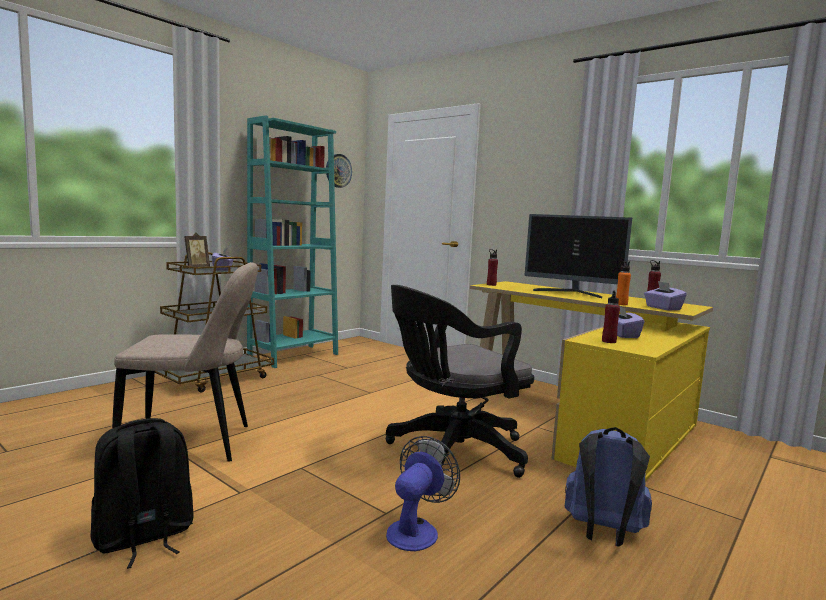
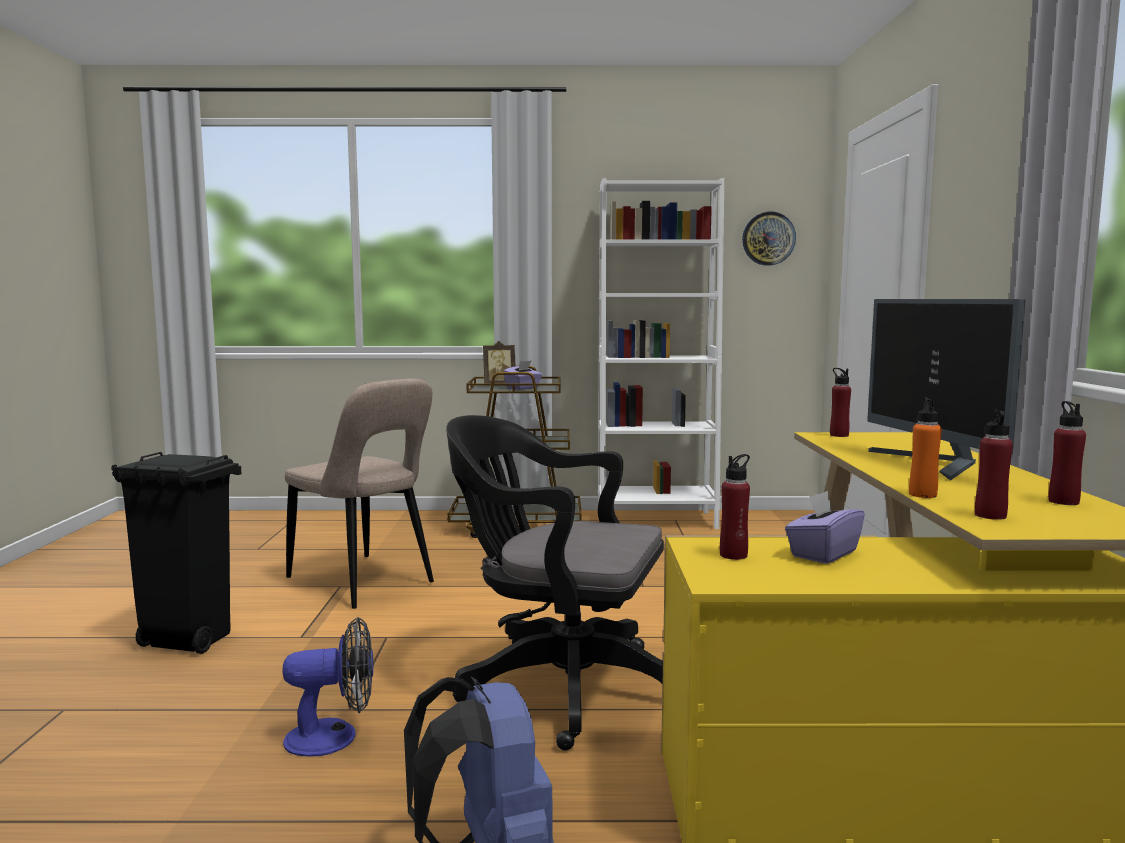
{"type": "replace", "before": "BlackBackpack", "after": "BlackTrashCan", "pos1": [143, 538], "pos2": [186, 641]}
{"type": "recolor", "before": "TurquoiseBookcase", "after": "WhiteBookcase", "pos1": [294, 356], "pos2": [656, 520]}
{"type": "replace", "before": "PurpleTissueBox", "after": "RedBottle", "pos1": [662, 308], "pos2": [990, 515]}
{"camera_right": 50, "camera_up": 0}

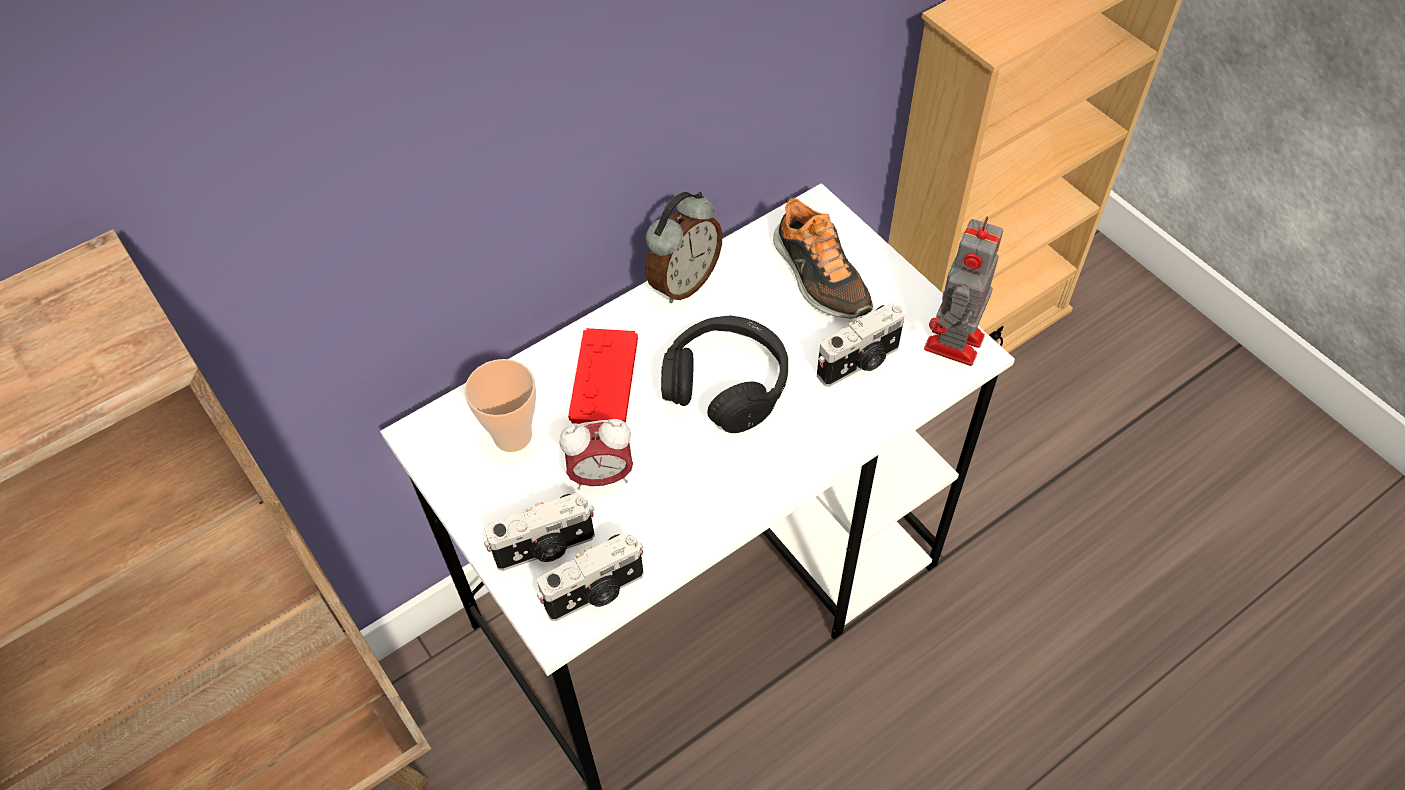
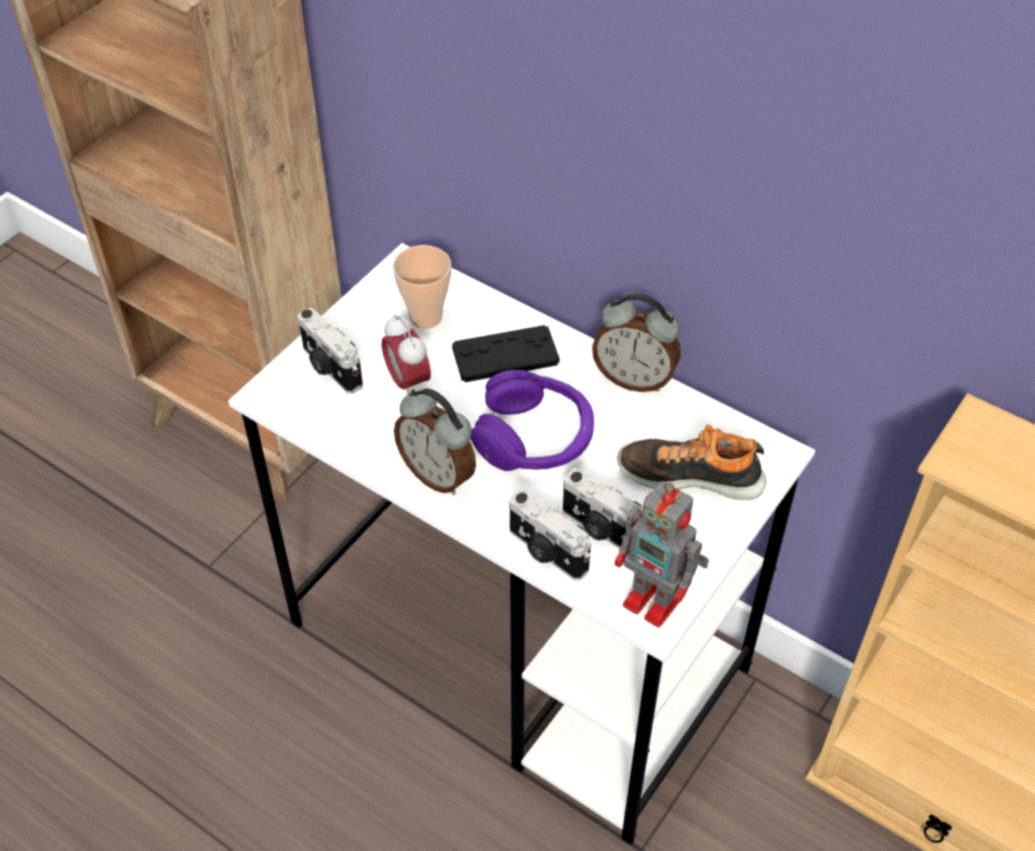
{"type": "insert", "after": "AlarmClock", "pos2": [438, 474]}
{"type": "recolor", "before": "RedGameController", "after": "BlackGameController", "pos1": [604, 378], "pos2": [505, 355]}
{"type": "recolor", "before": "BlackHeadphones", "after": "PurpleHeadphones", "pos1": [726, 383], "pos2": [534, 437]}
{"type": "move", "before": "PhotoCamera", "pos1": [596, 593], "pos2": [546, 552]}
{"type": "rotate", "before": "ToyRobot", "pos1": [953, 345], "pos2": [657, 600], "turn": -150}
{"type": "rotate", "before": "Shoe", "pos1": [819, 277], "pos2": [690, 475], "turn": 60}
{"camera_right": 70, "camera_up": -5}

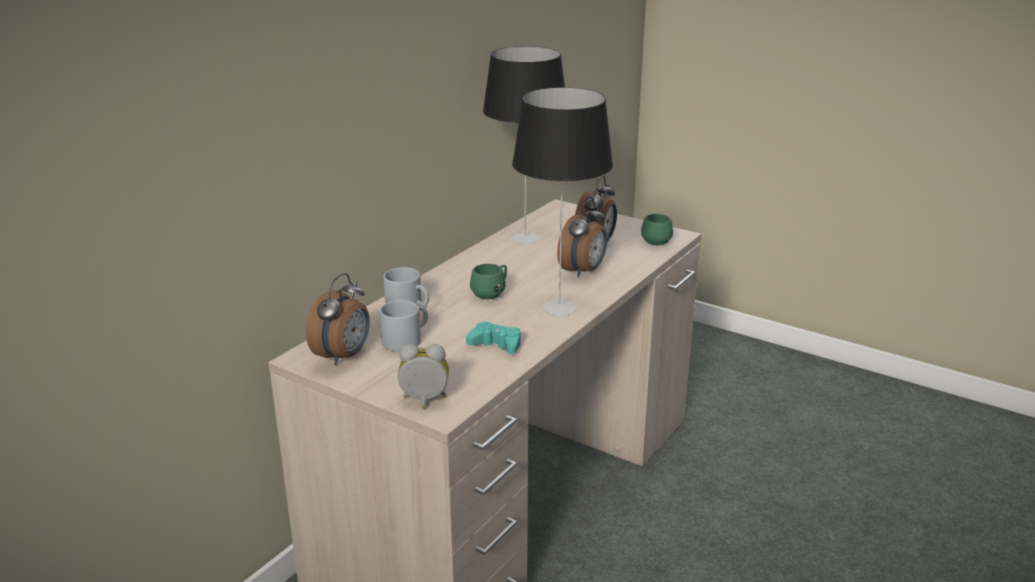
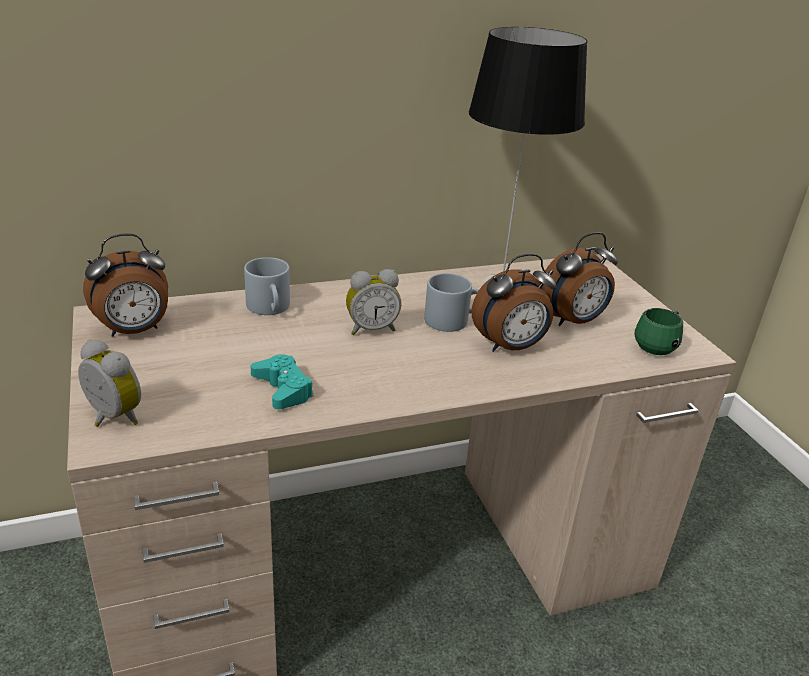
{"type": "replace", "before": "GreenMug", "after": "AlarmClock", "pos1": [492, 293], "pos2": [371, 329]}
{"type": "move", "before": "GreyMug", "pos1": [406, 339], "pos2": [453, 320]}
{"type": "delete", "before": "TableLamp", "pos1": [560, 308]}
{"camera_right": 35, "camera_up": 5}

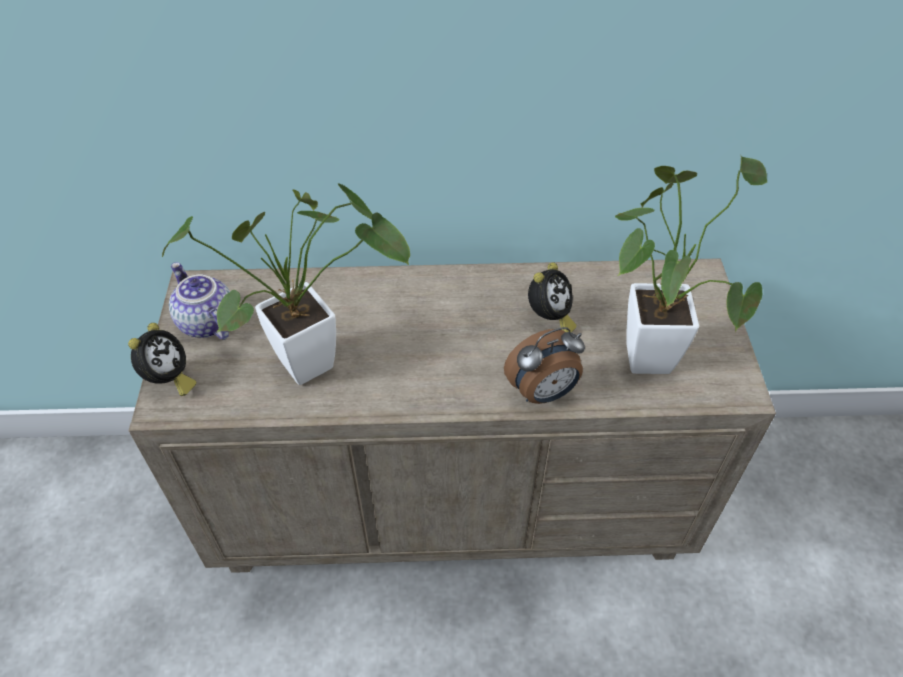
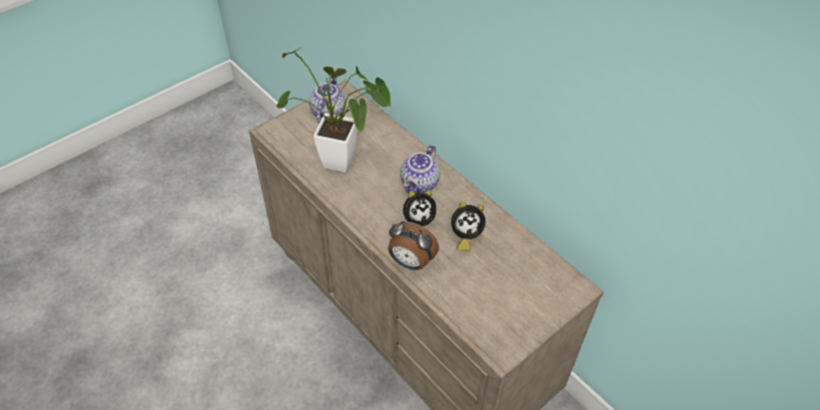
{"type": "insert", "after": "Teapot", "pos2": [420, 184]}
{"type": "move", "before": "AlarmClock", "pos1": [169, 380], "pos2": [418, 224]}
{"type": "delete", "before": "PottedPlant", "pos1": [647, 349]}
{"camera_right": 50, "camera_up": 0}

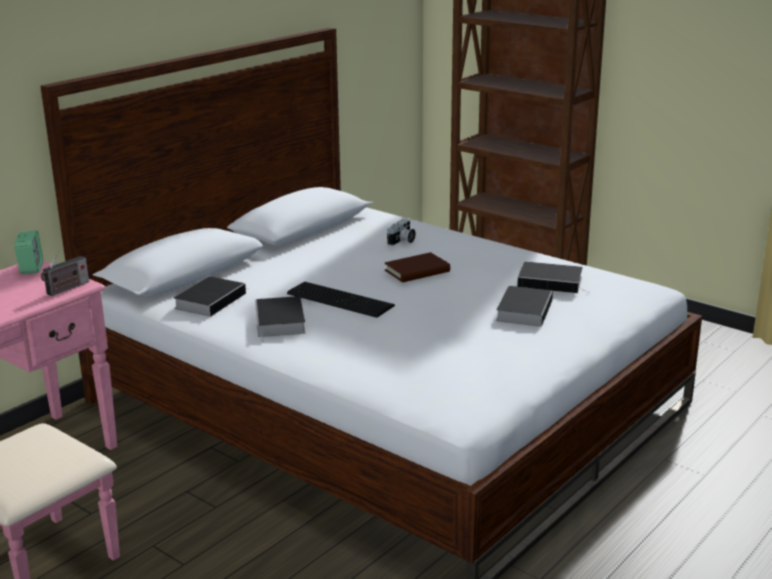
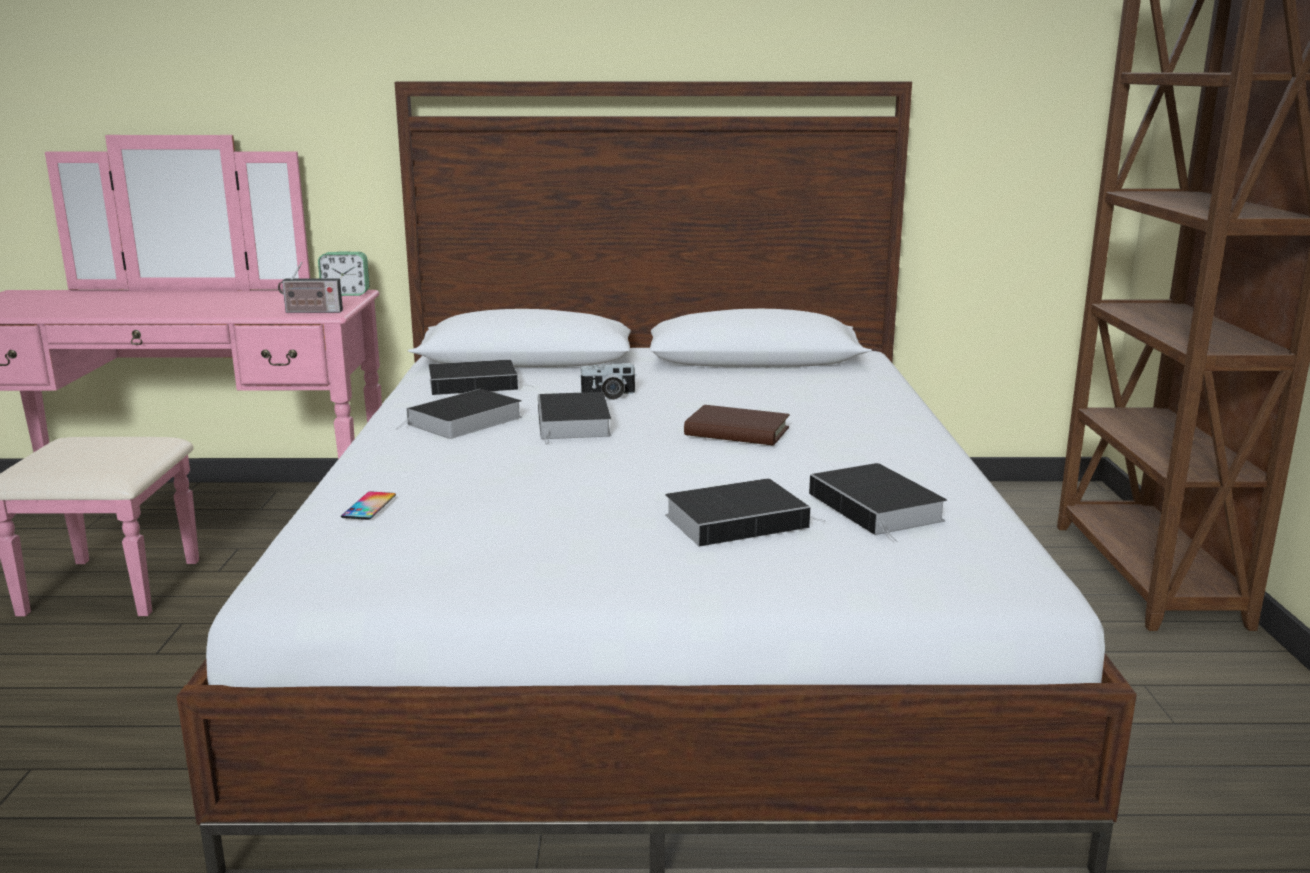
{"type": "rotate", "before": "AlarmClock", "pos1": [31, 268], "pos2": [345, 294], "turn": 45}
{"type": "insert", "after": "Phone", "pos2": [369, 506]}
{"type": "replace", "before": "Keyboard", "after": "Book", "pos1": [340, 298], "pos2": [574, 424]}
{"type": "move", "before": "PhotoCamera", "pos1": [402, 241], "pos2": [608, 395]}
{"camera_right": 50, "camera_up": -5}

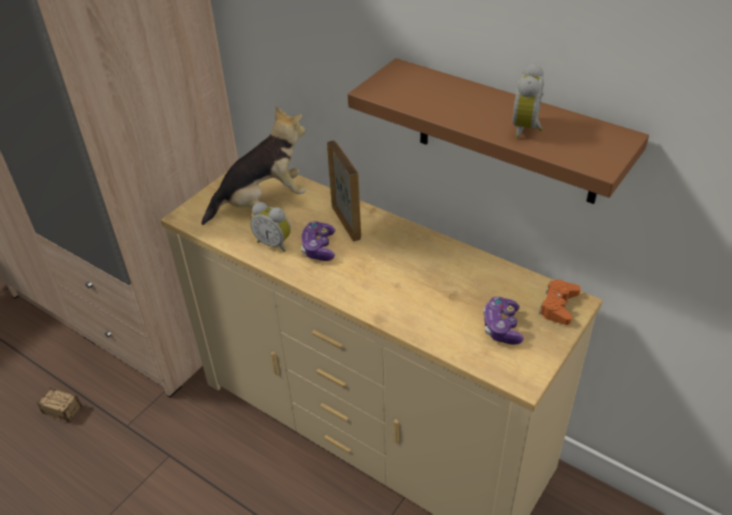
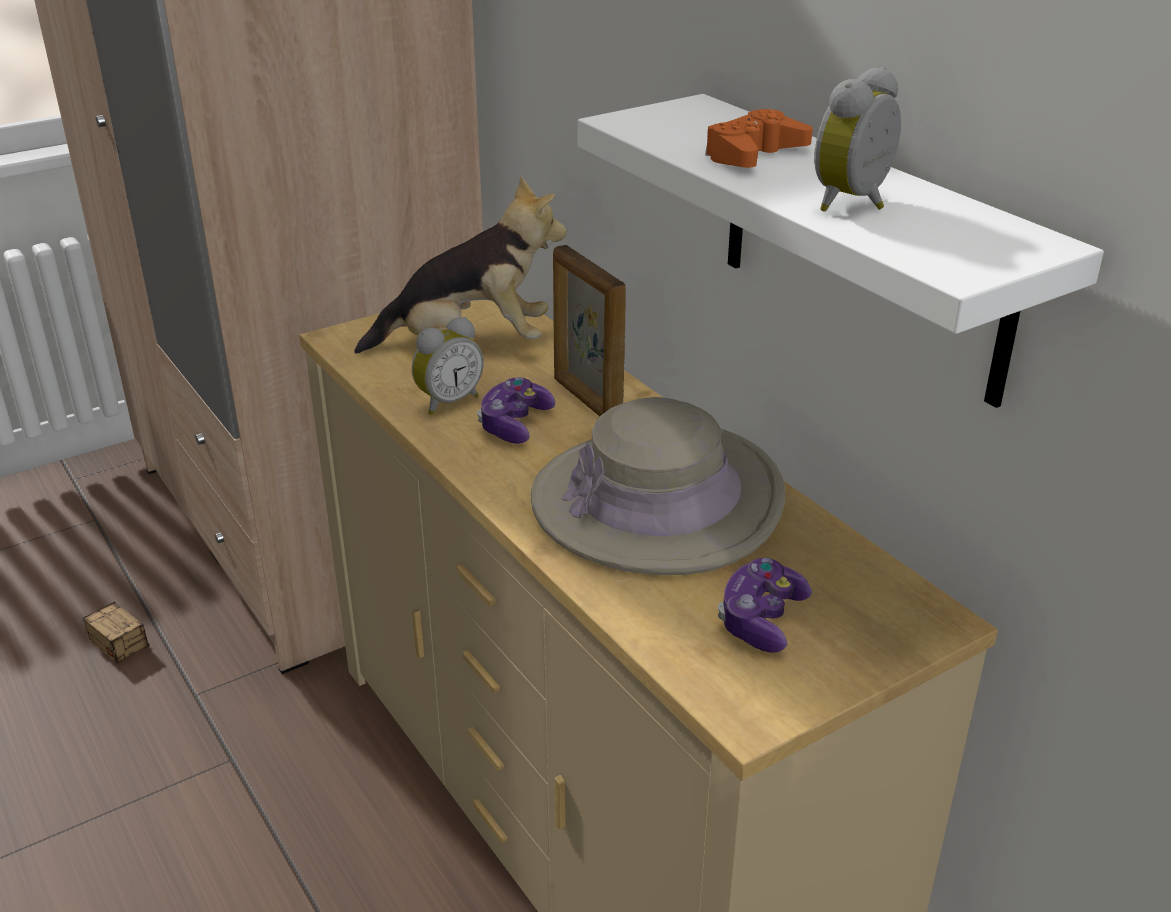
{"type": "rotate", "before": "AlarmClock", "pos1": [274, 243], "pos2": [447, 402], "turn": -90}
{"type": "insert", "after": "BeigeHat", "pos2": [657, 500]}
{"type": "rotate", "before": "PictureFrame", "pos1": [346, 222], "pos2": [586, 400], "turn": 150}
{"type": "recolor", "before": "BrownShelf", "after": "WhiteShelf", "pos1": [507, 133], "pos2": [862, 246]}
{"type": "move", "before": "OrangeGameController", "pos1": [558, 306], "pos2": [754, 154]}
{"camera_right": 20, "camera_up": -10}

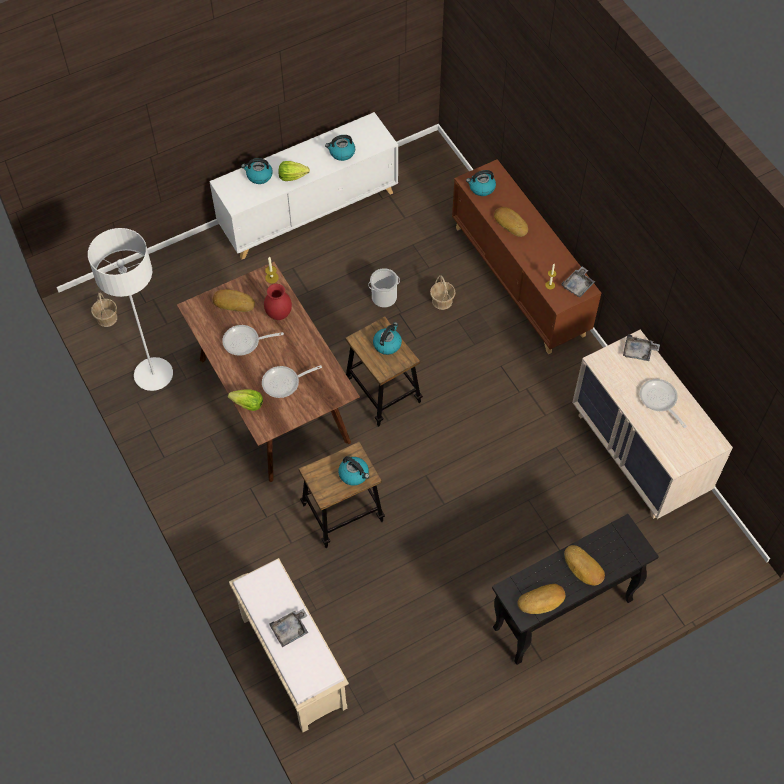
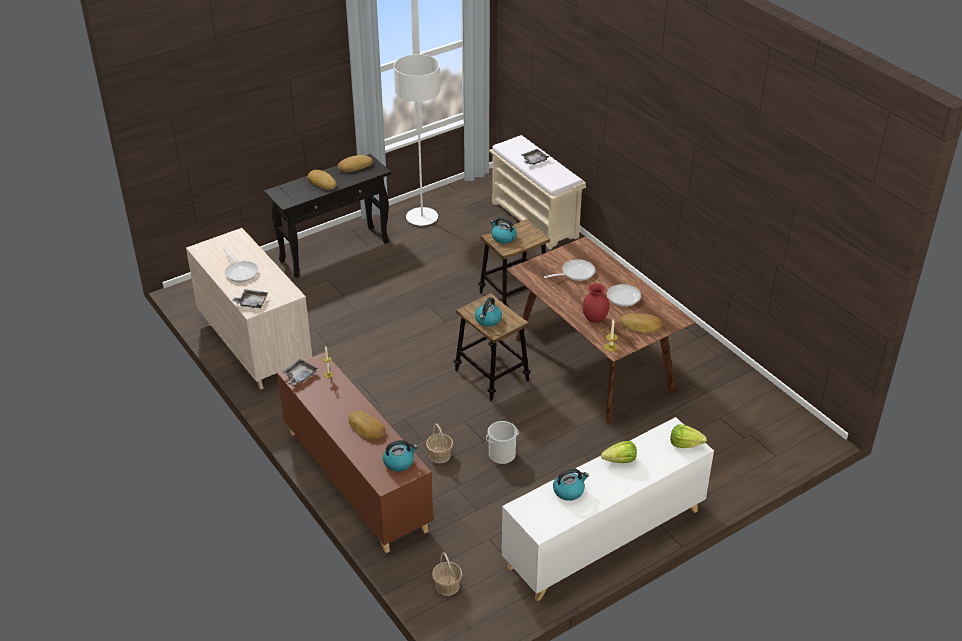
{"type": "move", "before": "WhiteFloorLamp", "pos1": [153, 375], "pos2": [422, 218]}
{"type": "move", "before": "Basket", "pos1": [107, 318], "pos2": [447, 586]}
{"type": "move", "before": "Lettuce", "pos1": [247, 405], "pos2": [685, 444]}
{"type": "delete", "before": "Kettle", "pos1": [259, 176]}
{"camera_right": 175, "camera_up": -20}

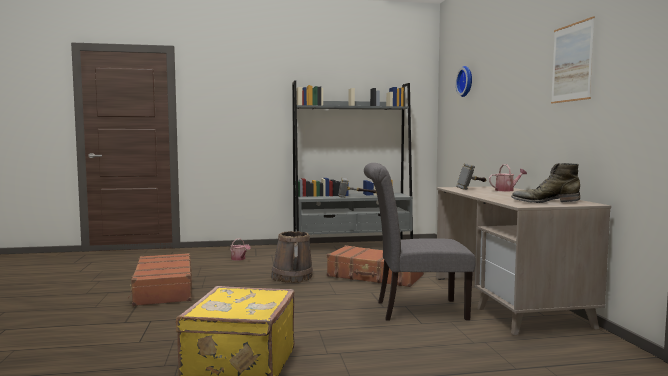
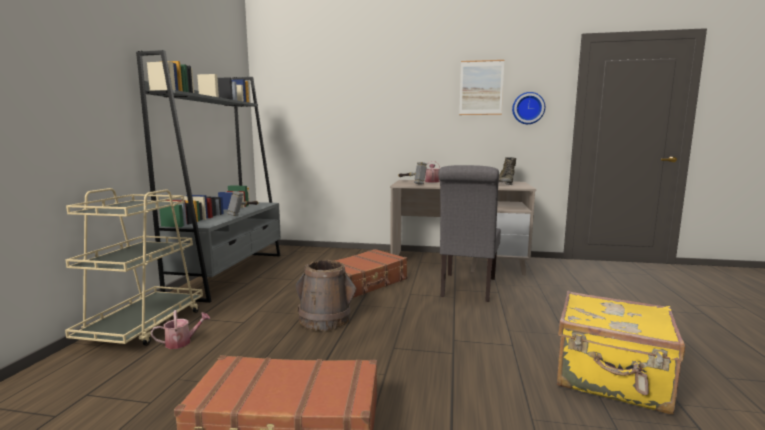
{"type": "insert", "after": "BeigeCart", "pos2": [144, 326]}
{"type": "move", "before": "WallClock", "pos1": [466, 81], "pos2": [528, 108]}
{"camera_right": -70, "camera_up": 5}

